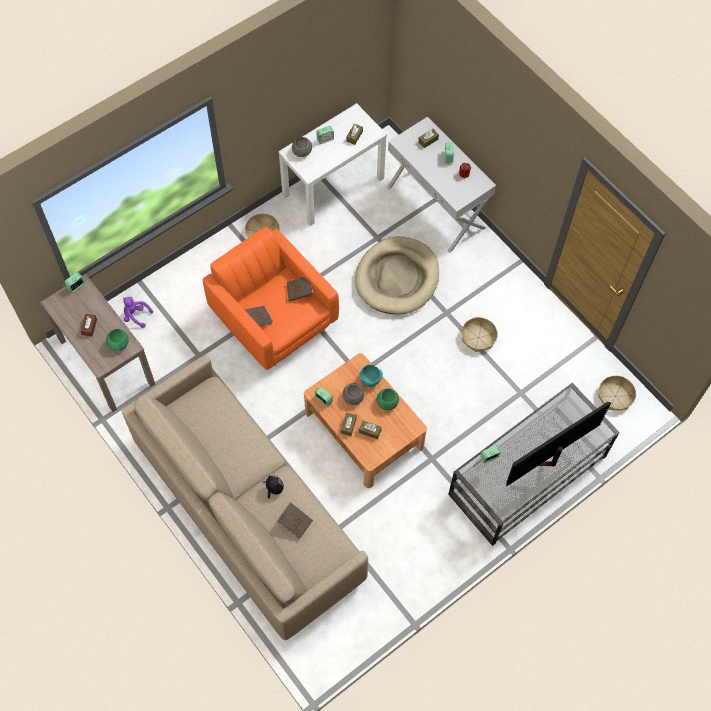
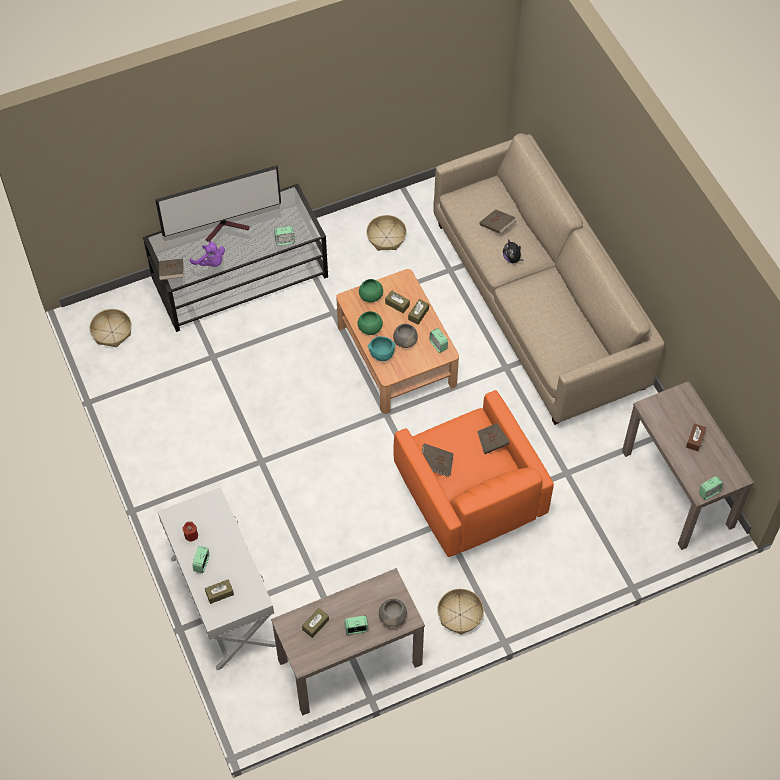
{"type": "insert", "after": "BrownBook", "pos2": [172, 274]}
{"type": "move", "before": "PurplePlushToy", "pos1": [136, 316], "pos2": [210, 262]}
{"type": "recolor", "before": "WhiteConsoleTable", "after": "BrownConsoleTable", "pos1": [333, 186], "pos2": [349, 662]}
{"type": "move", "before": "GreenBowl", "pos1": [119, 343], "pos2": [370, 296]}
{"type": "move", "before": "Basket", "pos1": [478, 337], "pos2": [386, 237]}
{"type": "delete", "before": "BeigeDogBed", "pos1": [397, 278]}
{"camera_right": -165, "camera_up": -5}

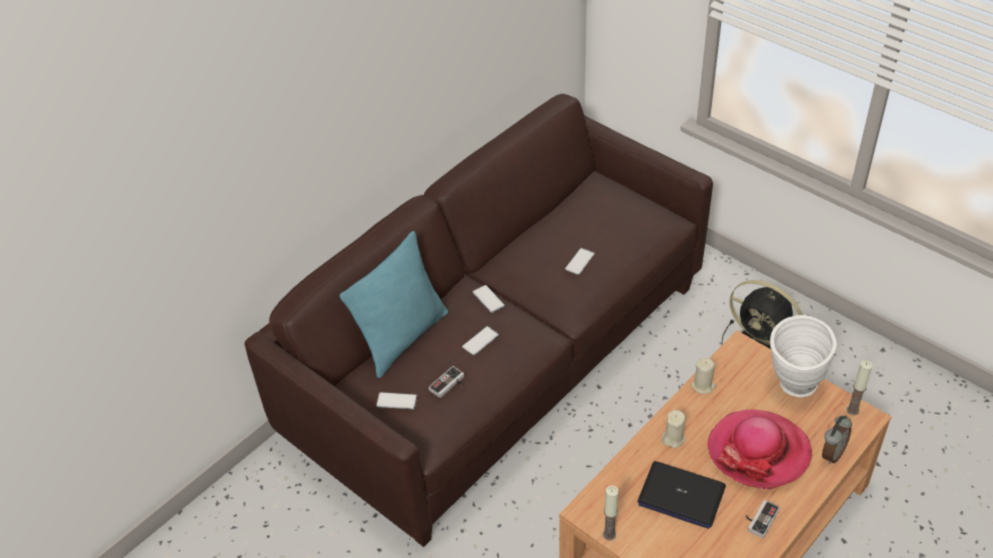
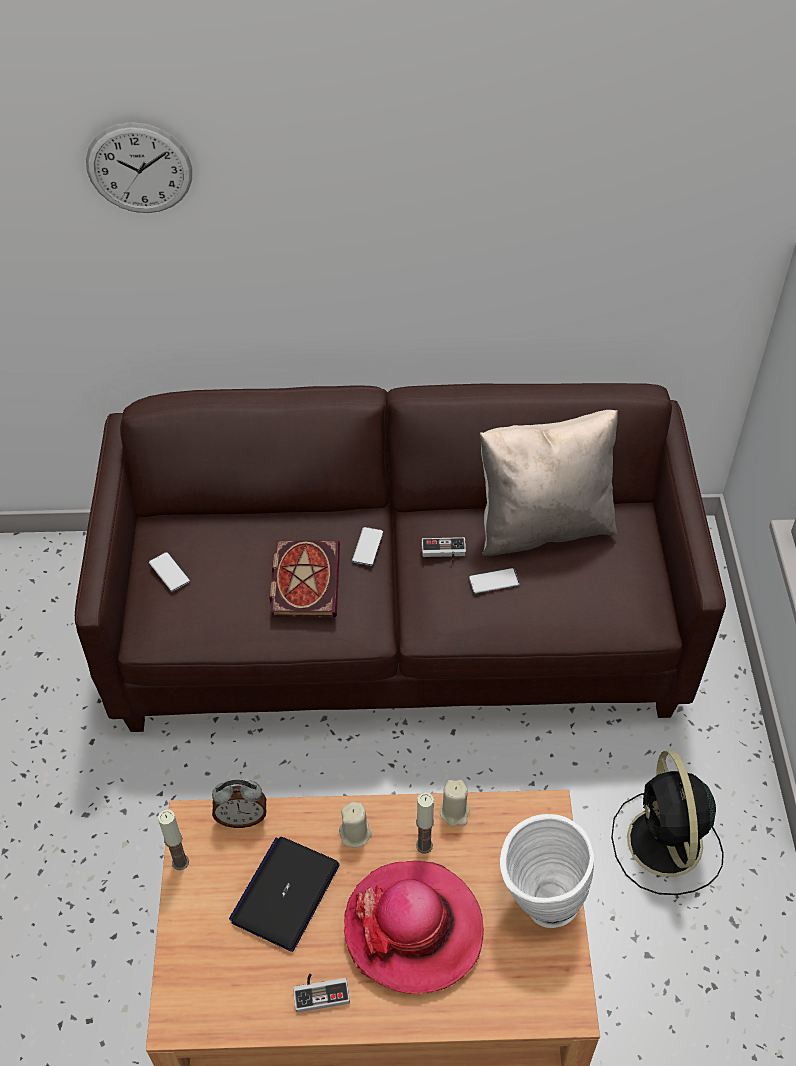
{"type": "insert", "after": "WallClock", "pos2": [139, 168]}
{"type": "move", "before": "AlarmClock", "pos1": [831, 453], "pos2": [242, 817]}
{"type": "rotate", "before": "Laptop", "pos1": [680, 495], "pos2": [285, 893], "turn": 45}
{"type": "replace", "before": "Phone", "after": "Book", "pos1": [480, 341], "pos2": [304, 579]}
{"type": "move", "before": "Candle", "pos1": [852, 410], "pos2": [424, 845]}
{"type": "move", "before": "GameController", "pos1": [449, 385], "pos2": [443, 552]}
{"type": "insert", "after": "BeigePillow", "pos2": [543, 526]}
{"type": "delete", "before": "TurquoisePillow", "pos1": [403, 338]}
{"camera_right": 45, "camera_up": 5}

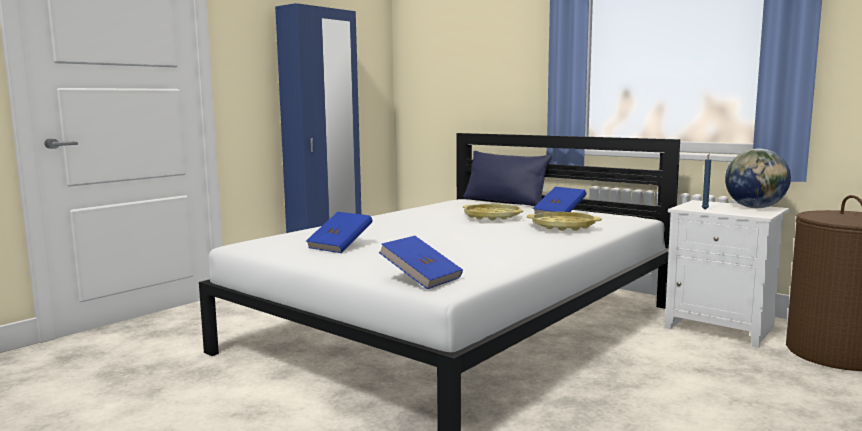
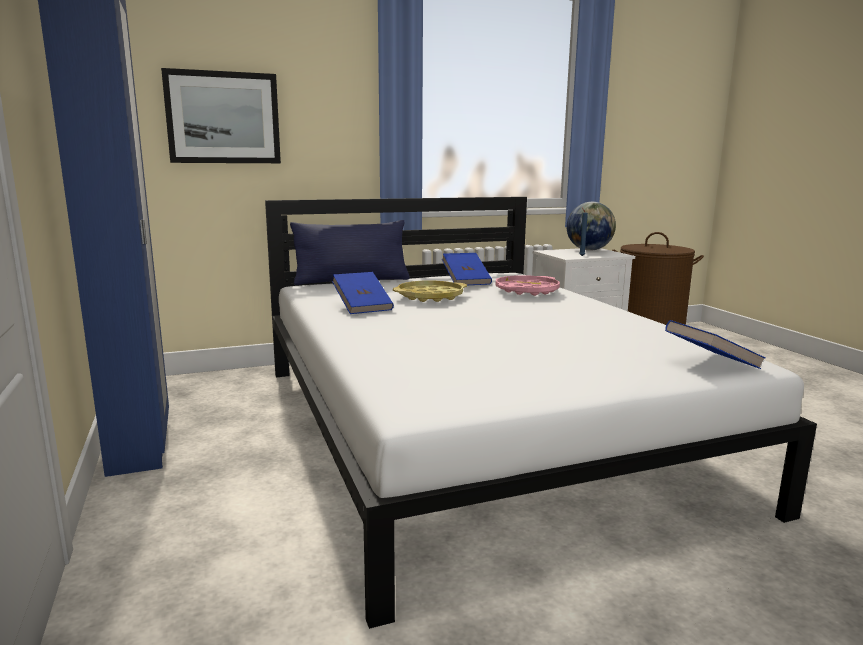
{"type": "insert", "after": "Picture", "pos2": [223, 118]}
{"type": "move", "before": "BlueBook", "pos1": [340, 246], "pos2": [362, 307]}
{"type": "recolor", "before": "YellowTray", "after": "PinkTray", "pos1": [563, 226], "pos2": [526, 290]}
{"camera_right": -60, "camera_up": 5}

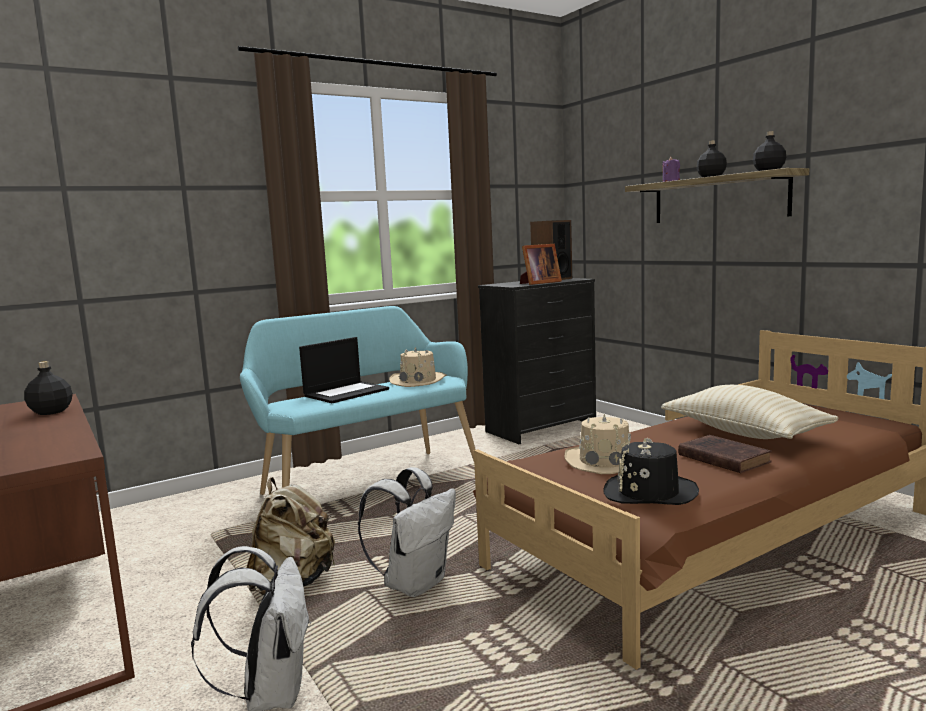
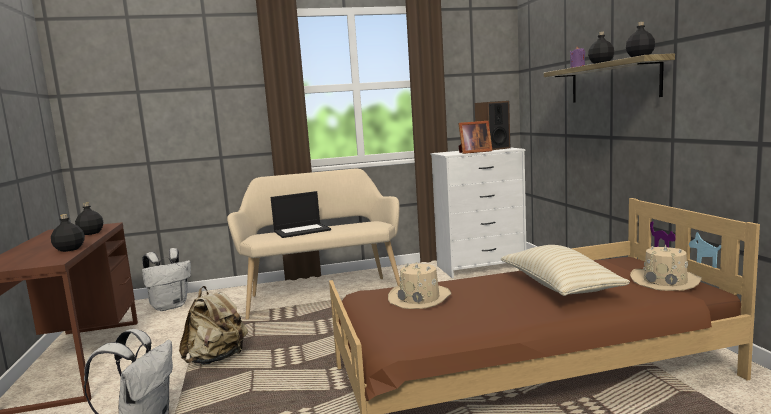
{"type": "insert", "after": "BlackBottle", "pos2": [70, 249]}
{"type": "move", "before": "WhiteBackpack", "pos1": [415, 583], "pos2": [170, 306]}
{"type": "recolor", "before": "TurquoiseBench", "after": "BeigeBench", "pos1": [365, 481], "pos2": [322, 295]}
{"type": "recolor", "before": "BlackDresser", "after": "WhiteDresser", "pos1": [541, 428], "pos2": [481, 267]}
{"type": "move", "before": "BeigeHat", "pos1": [418, 381], "pos2": [665, 281]}
{"type": "delete", "before": "BlackHat", "pos1": [649, 493]}
{"type": "delete", "before": "BrownBook", "pos1": [721, 458]}
{"camera_right": 20, "camera_up": 0}

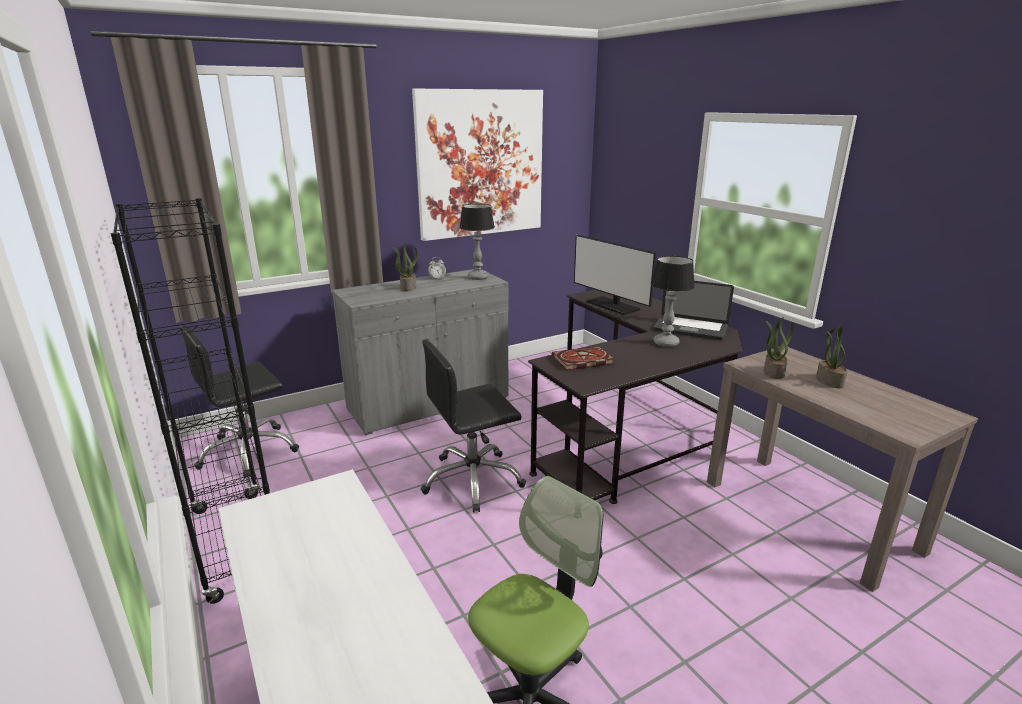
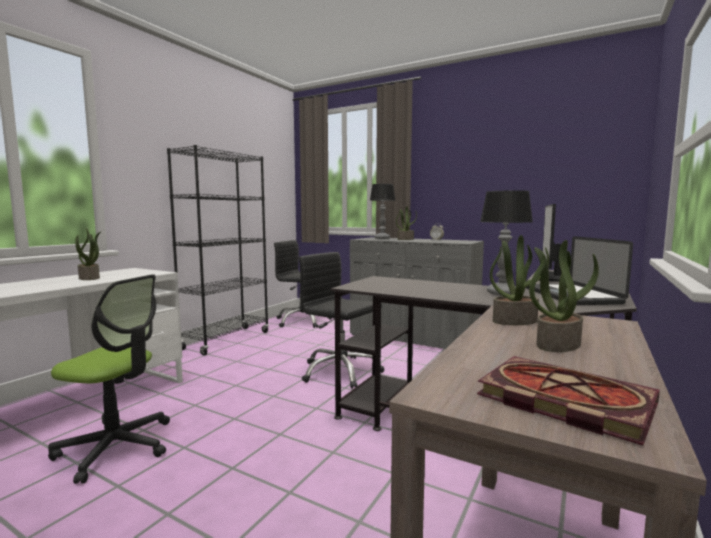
{"type": "insert", "after": "PottedPlant", "pos2": [90, 278]}
{"type": "move", "before": "TableLamp", "pos1": [477, 277], "pos2": [381, 238]}
{"type": "move", "before": "Book", "pos1": [582, 361], "pos2": [560, 400]}
{"type": "delete", "before": "Picture", "pos1": [480, 164]}
{"camera_right": 60, "camera_up": -15}

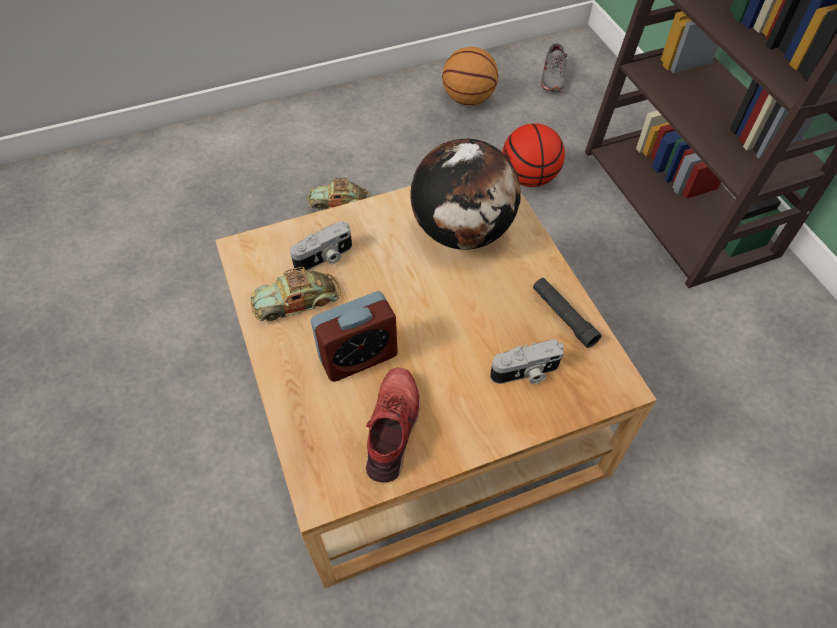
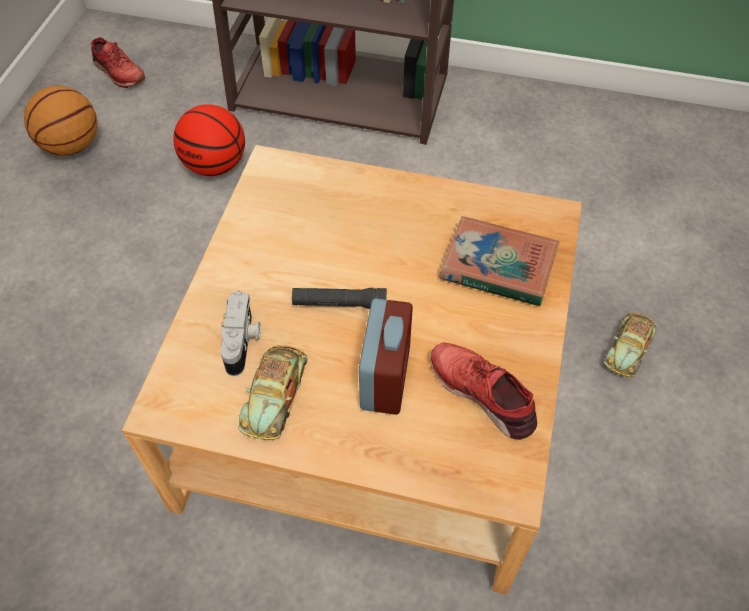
{"type": "recolor", "before": "GreyShoe", "after": "RedShoe", "pos1": [552, 77], "pos2": [118, 72]}
{"type": "move", "before": "BlackFlashlight", "pos1": [563, 316], "pos2": [339, 303]}
{"type": "replace", "before": "PhotoCamera", "after": "Book", "pos1": [526, 373], "pos2": [498, 266]}
{"type": "move", "before": "ToyCar", "pos1": [339, 201], "pos2": [629, 347]}
{"type": "delete", "before": "Globe", "pos1": [463, 232]}
{"camera_right": -55, "camera_up": 0}

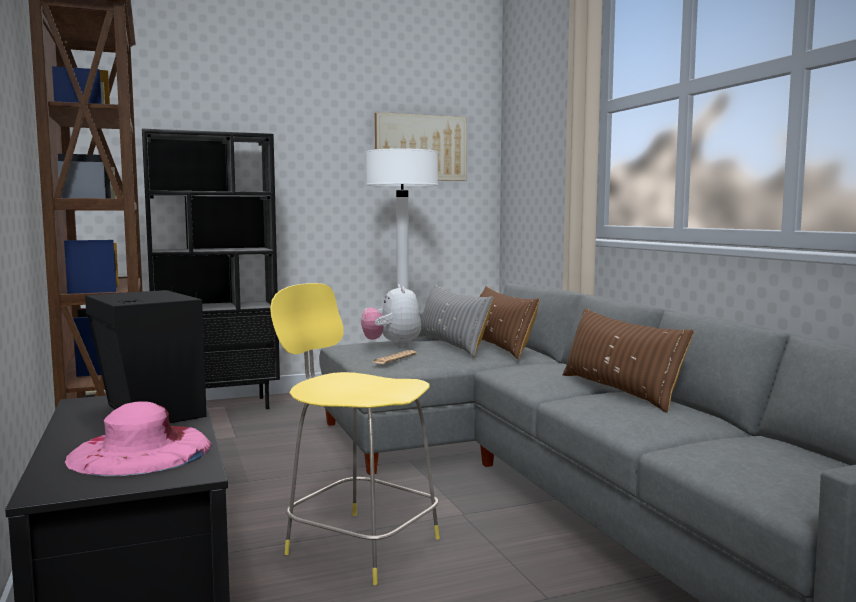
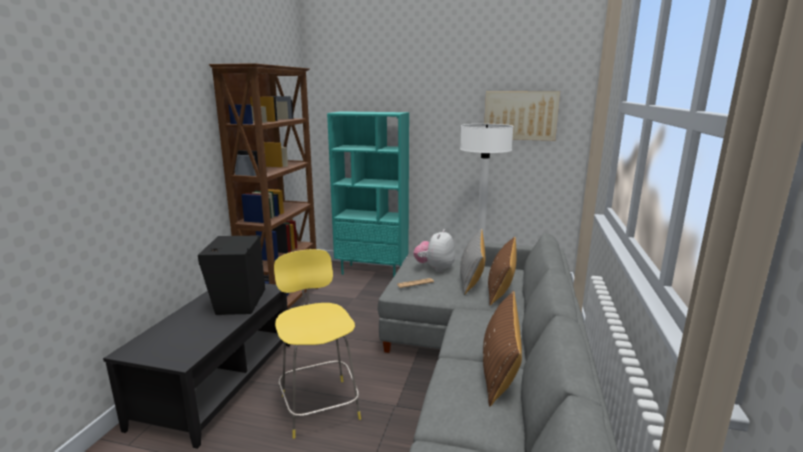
{"type": "recolor", "before": "BlackBookcase", "after": "TurquoiseBookcase", "pos1": [218, 407], "pos2": [372, 271]}
{"type": "delete", "before": "PinkHat", "pos1": [140, 451]}
{"camera_right": 35, "camera_up": 10}

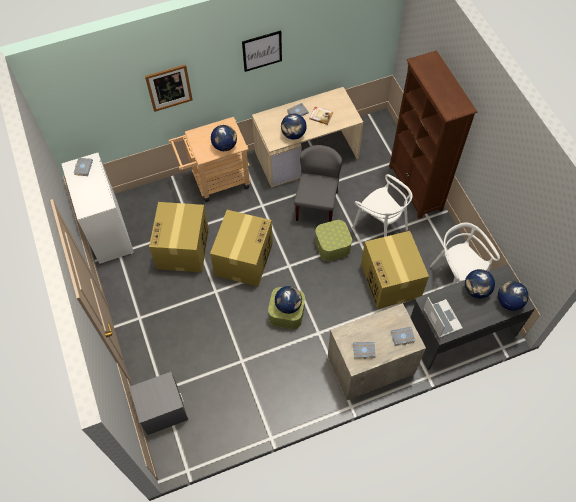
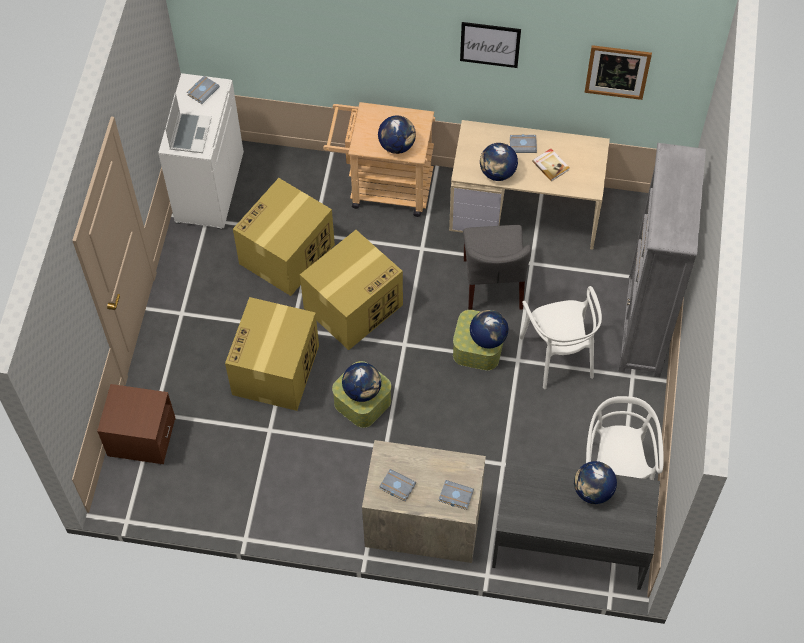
{"type": "recolor", "before": "GreyNightstand", "after": "BrownNightstand", "pos1": [162, 410], "pos2": [141, 437]}
{"type": "move", "before": "Laptop", "pos1": [441, 318], "pos2": [190, 133]}
{"type": "move", "before": "CardboardBox", "pos1": [391, 281], "pos2": [275, 371]}
{"type": "rotate", "before": "GreyChair", "pos1": [316, 205], "pos2": [493, 284], "turn": 135}
{"type": "move", "before": "Globe", "pos1": [509, 302], "pos2": [488, 338]}
{"type": "move", "before": "Picture", "pos1": [169, 87], "pos2": [617, 71]}
{"type": "recolor", "before": "BrownBookcase", "after": "GreyBookcase", "pos1": [415, 188], "pos2": [643, 328]}
{"camera_right": 30, "camera_up": 0}

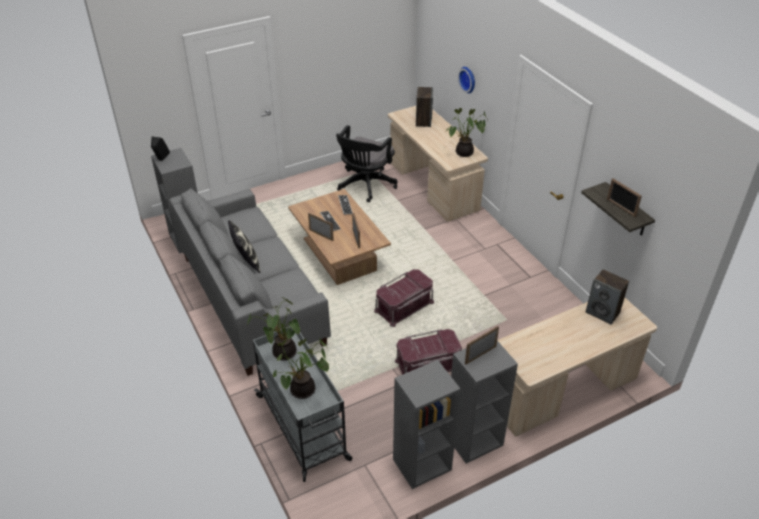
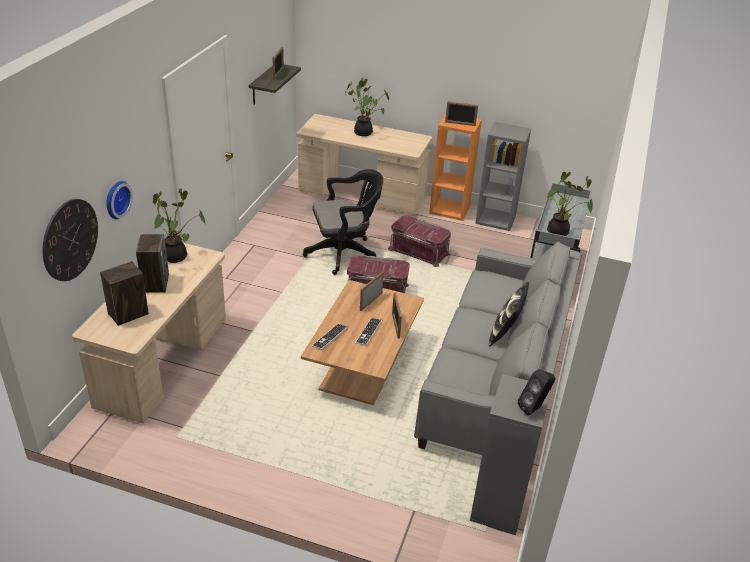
{"type": "insert", "after": "WallClock", "pos2": [70, 239]}
{"type": "move", "before": "Speaker", "pos1": [603, 312], "pos2": [155, 283]}
{"type": "move", "before": "BlackOfficeChair", "pos1": [365, 186], "pos2": [344, 253]}
{"type": "move", "before": "PottedPlant", "pos1": [302, 392], "pos2": [364, 132]}
{"type": "recolor", "before": "GreyBookcase", "after": "OrangeBookcase", "pos1": [474, 441], "pos2": [450, 210]}
{"camera_right": -135, "camera_up": -5}

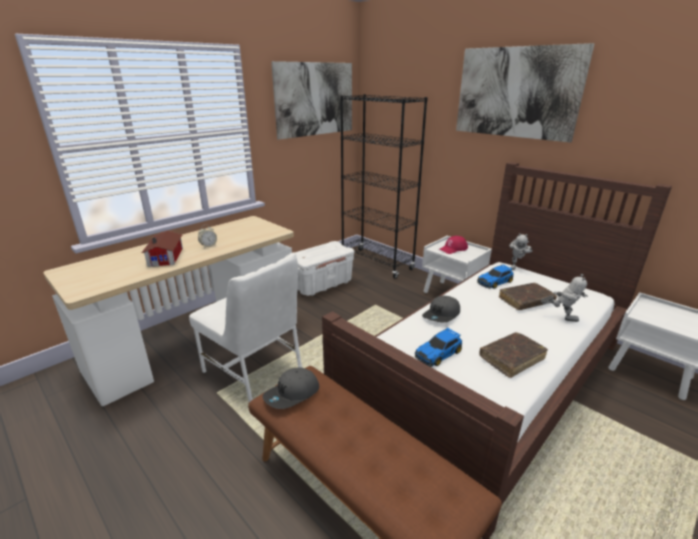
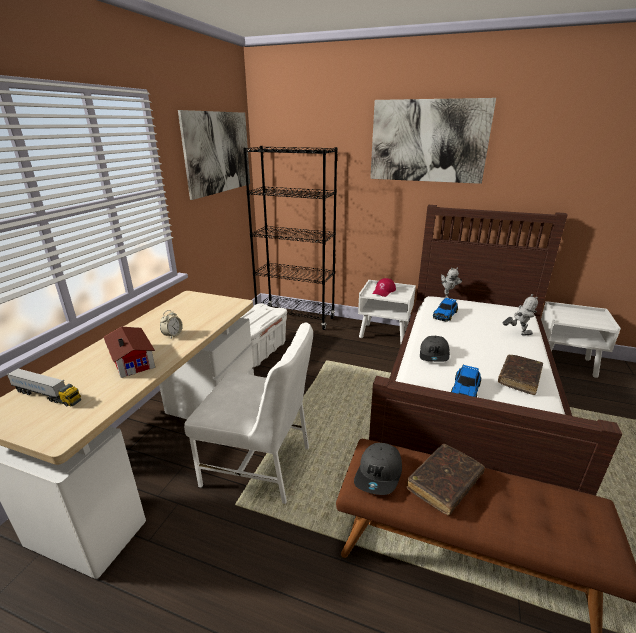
{"type": "insert", "after": "ToyTruck", "pos2": [47, 395]}
{"type": "move", "before": "BrownBook", "pos1": [526, 301], "pos2": [444, 483]}
{"camera_right": -25, "camera_up": 0}

